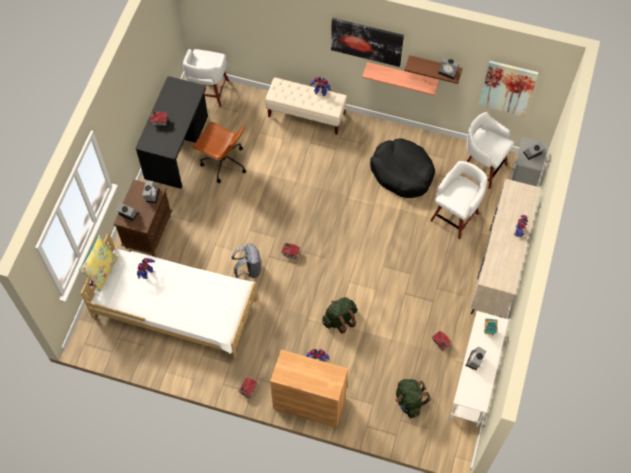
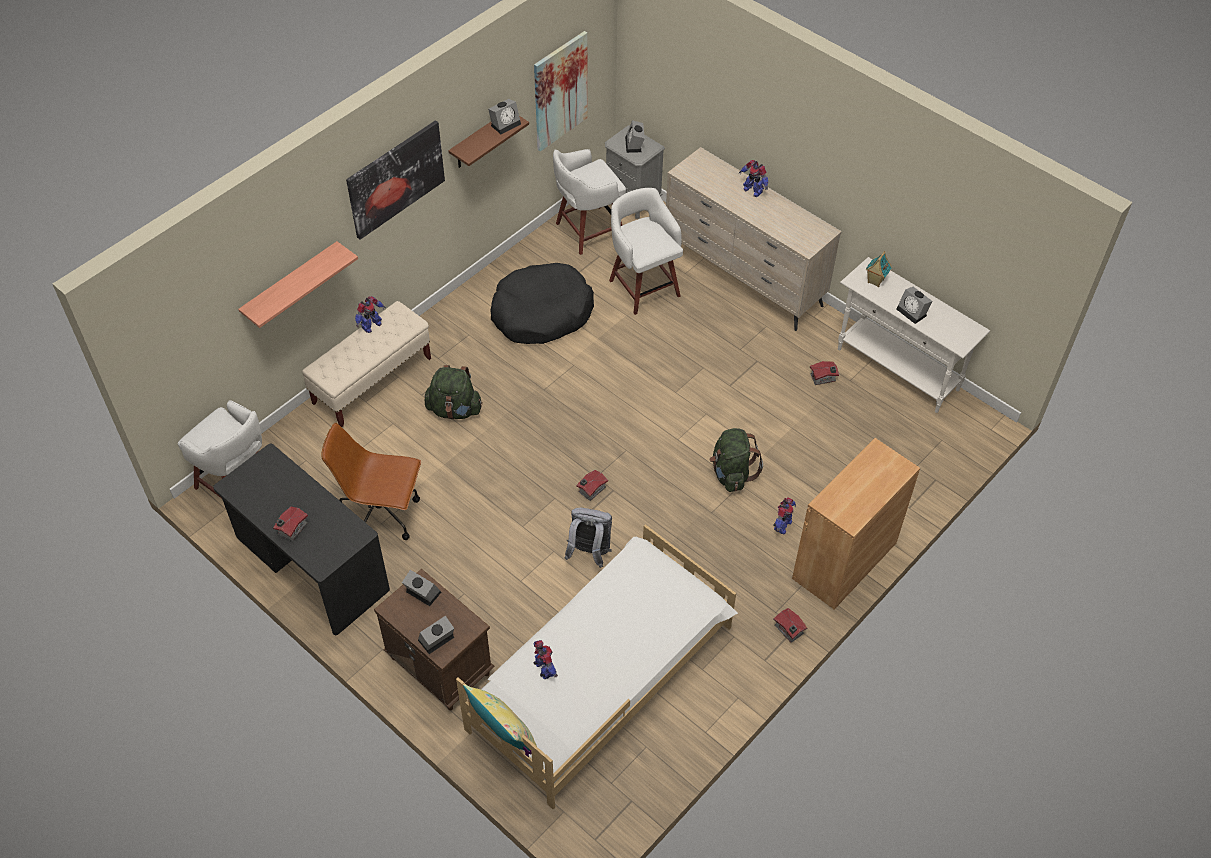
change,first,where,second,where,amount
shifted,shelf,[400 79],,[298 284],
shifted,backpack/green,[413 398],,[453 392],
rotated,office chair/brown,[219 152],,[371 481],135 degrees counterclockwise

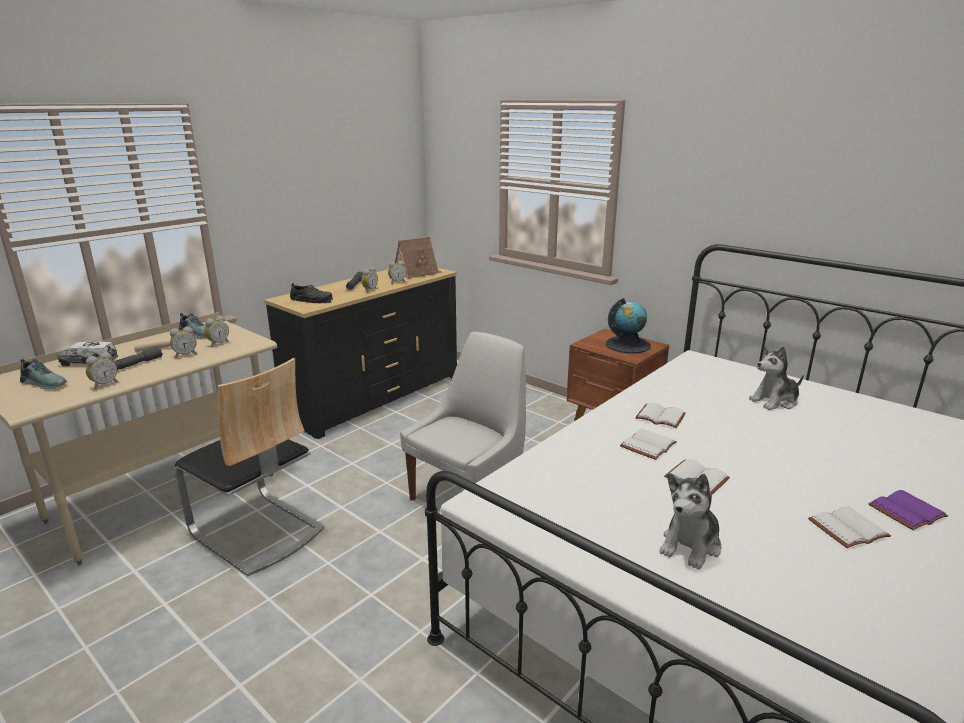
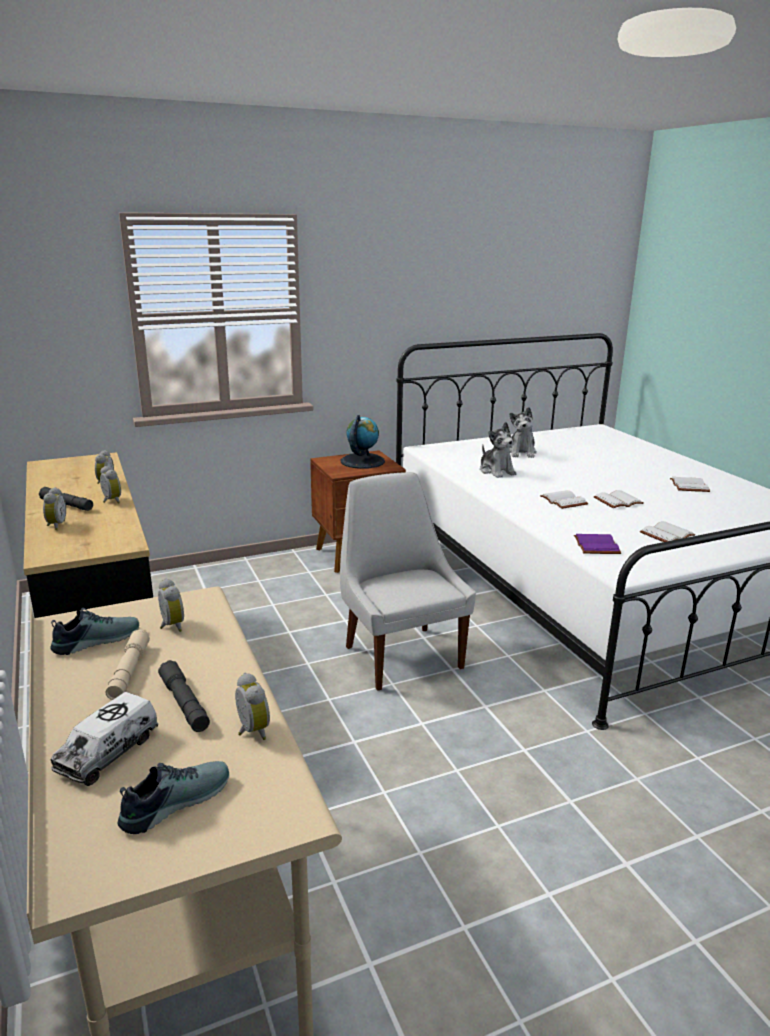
change,first,where,second,where,amount
gone,chair,[249 467],,,
gone,shoe/black,[311 293],,,
gone,toy house,[418 257],,,
shifted,alarm clock,[183 342],,[54 508],
shifted,book/white,[660 415],,[667 531],
shifted,plush toy,[690 521],,[498 450],
shifted,book/purple,[908 510],,[597 544],

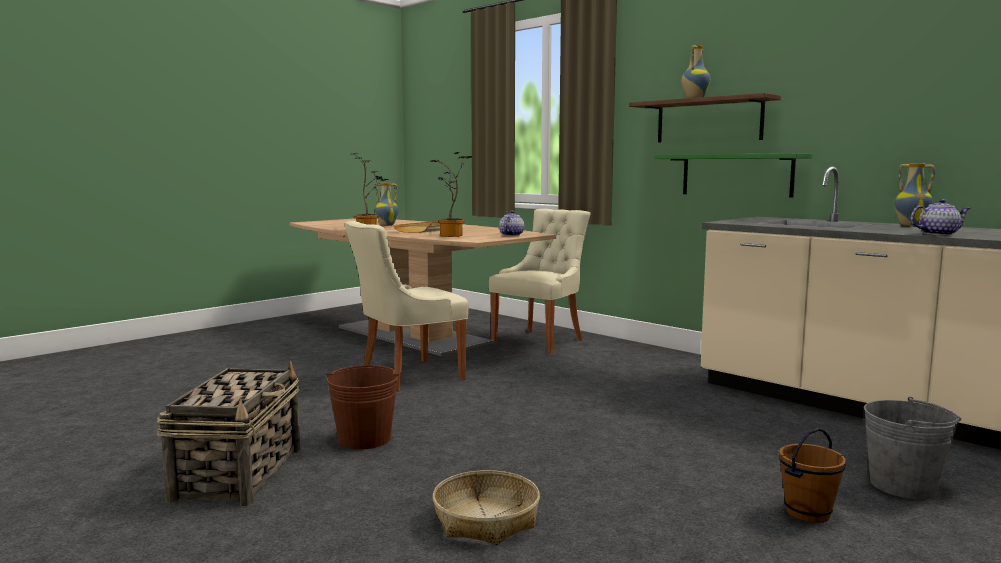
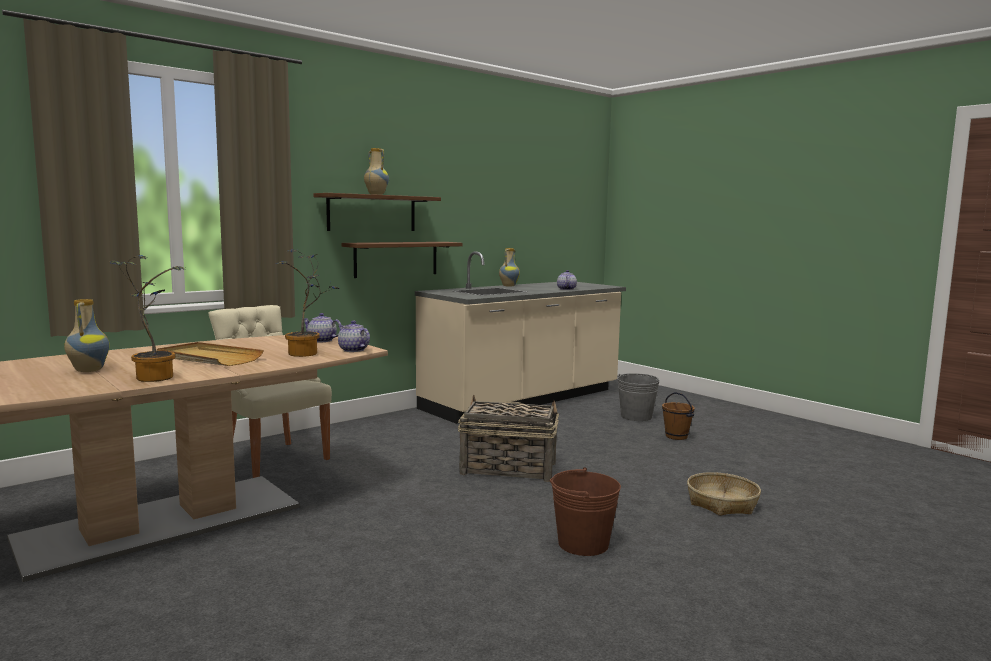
change,first,where,second,where,amount
gone,chair/beige,[407 306],,,
new,,,teapot,[354 336],
shifted,basket,[228 433],,[508 438],
repainted,shelf/green,[733 175],shelf/brown,[402 260],

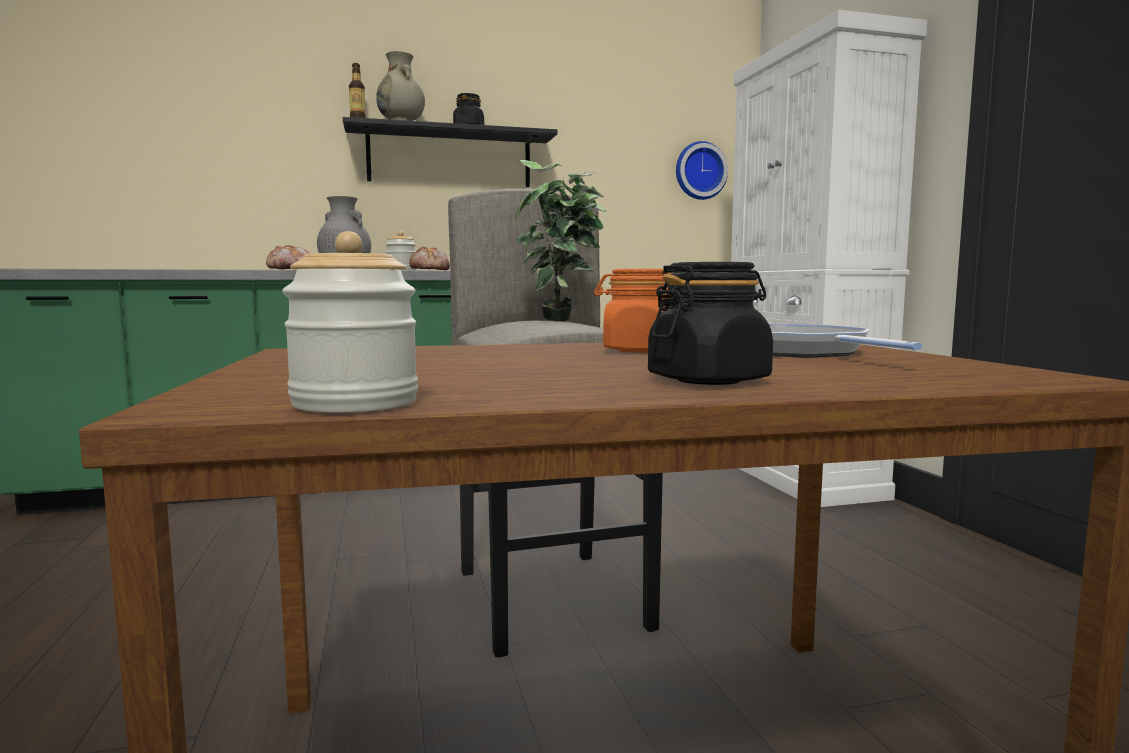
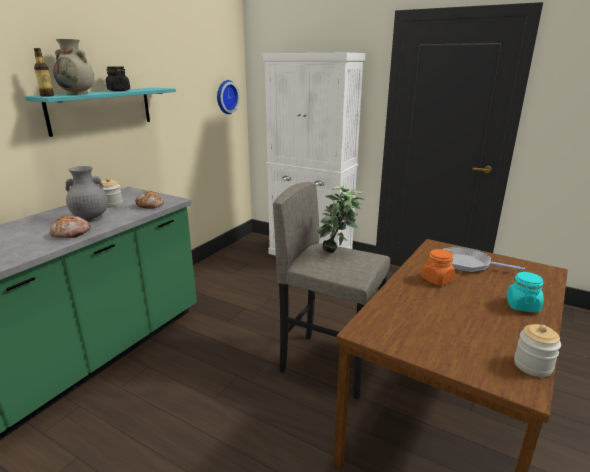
change,first,where,second,where,amount
repainted,shelf/black,[450 152],shelf/turquoise,[100 112],
repainted,jar/black,[710 323],jar/turquoise,[525 292],

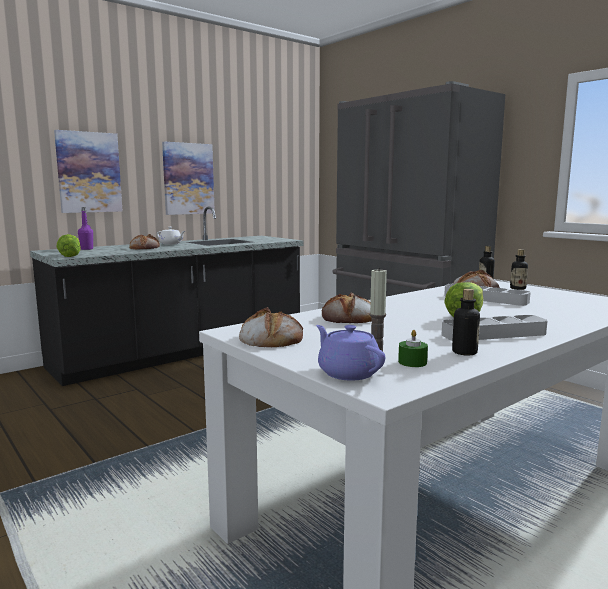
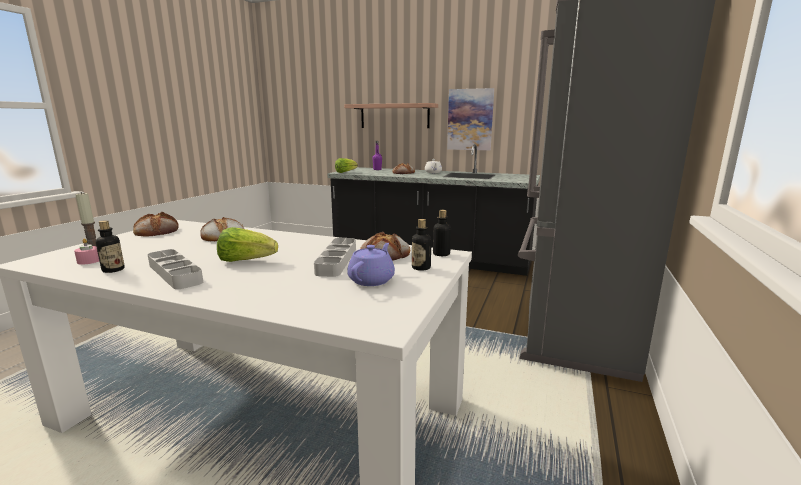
change,first,where,second,where,amount
shifted,teapot/purple,[350 353],,[371 264],
swapped,picture,[88 171],shelf,[391 115],
repainted,candle/green,[413 348],candle/pink,[86 252],

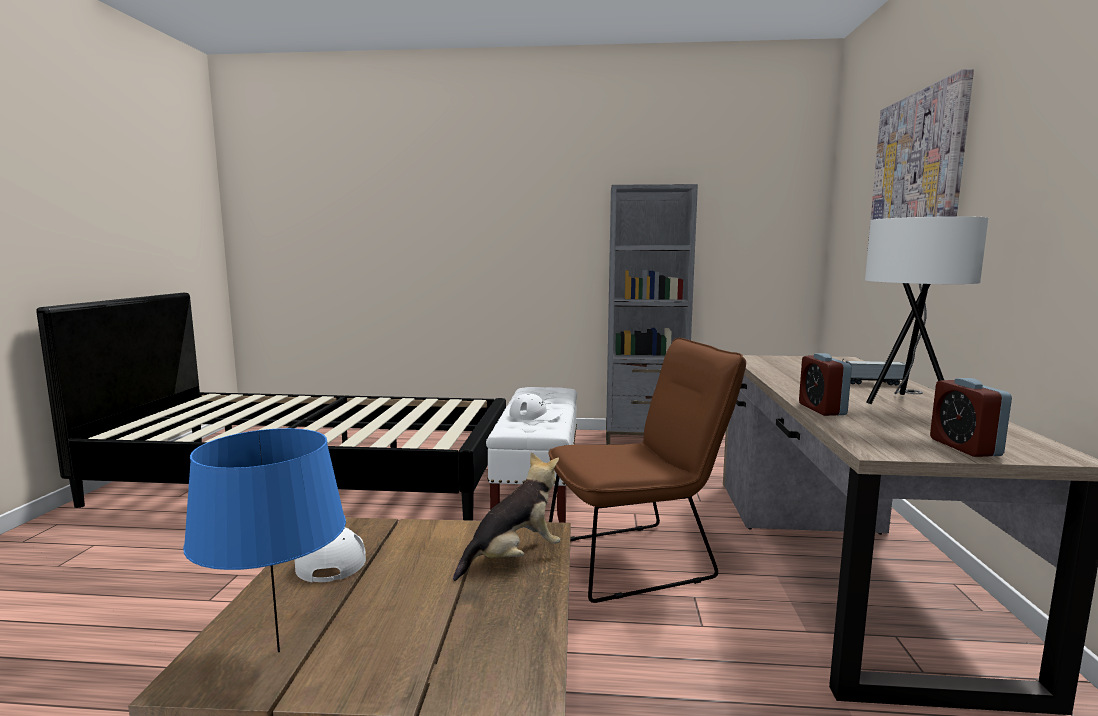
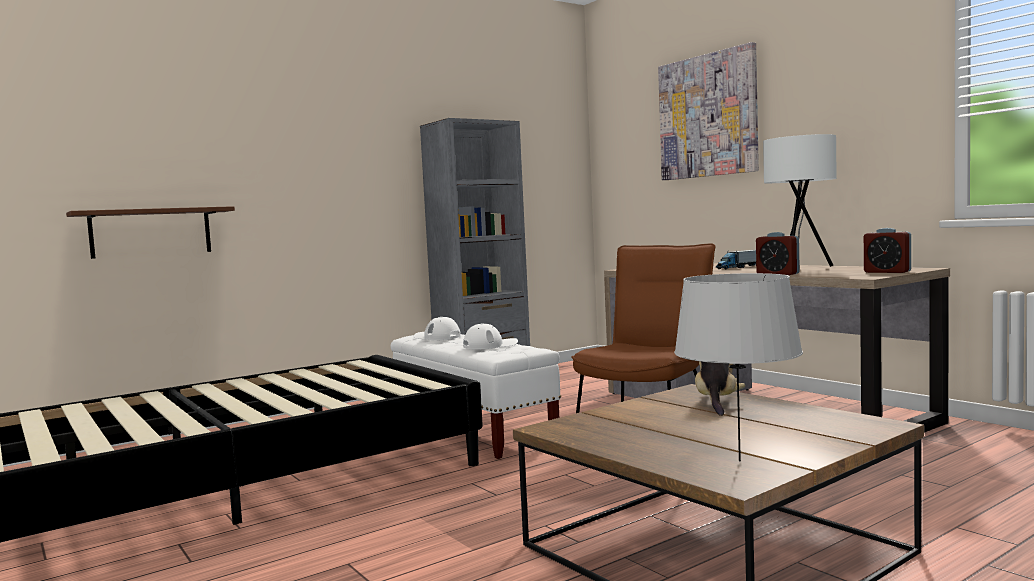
change,first,where,second,where,amount
new,,,shelf/brown,[150 232],
shifted,cap/white,[330 555],,[437 328],
repainted,table lamp/blue,[264 540],table lamp/grey,[738 367],

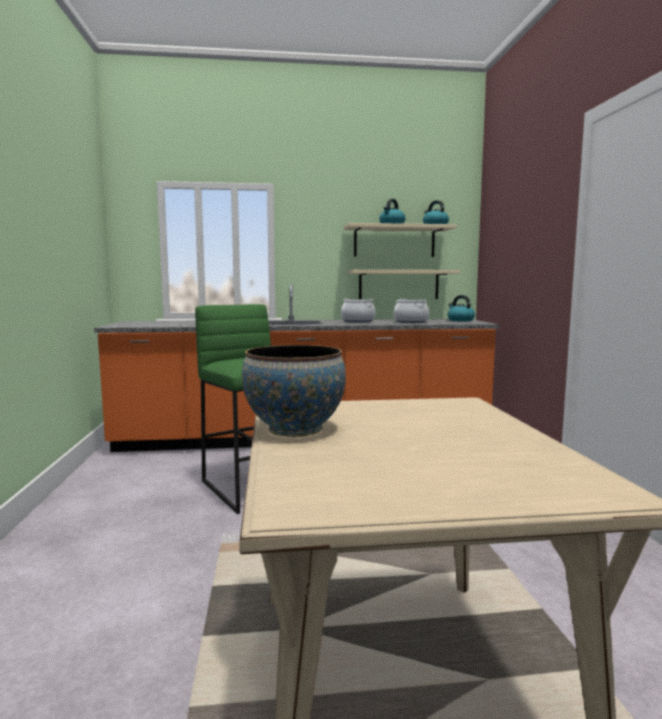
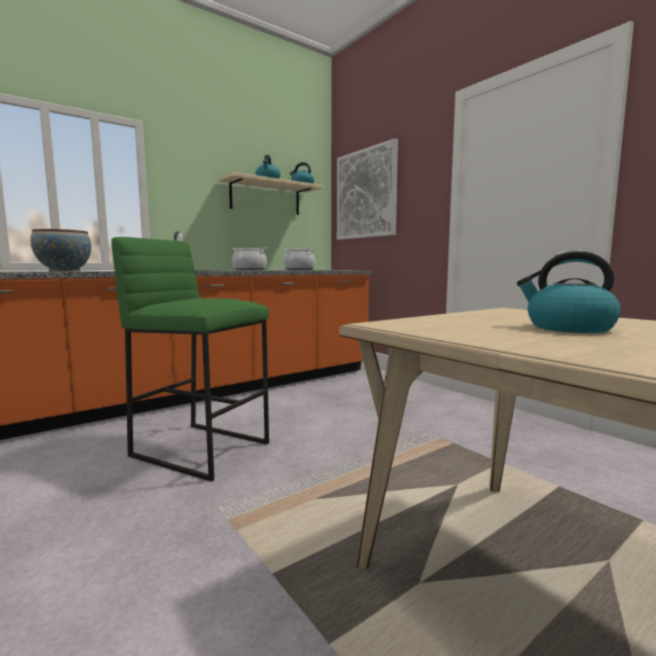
change,first,where,second,where,amount
gone,shelf/beige,[404 284],,,
new,,,picture,[367 189],
shifted,bowl,[294 391],,[61 250],
shifted,kettle,[461 308],,[569 292],

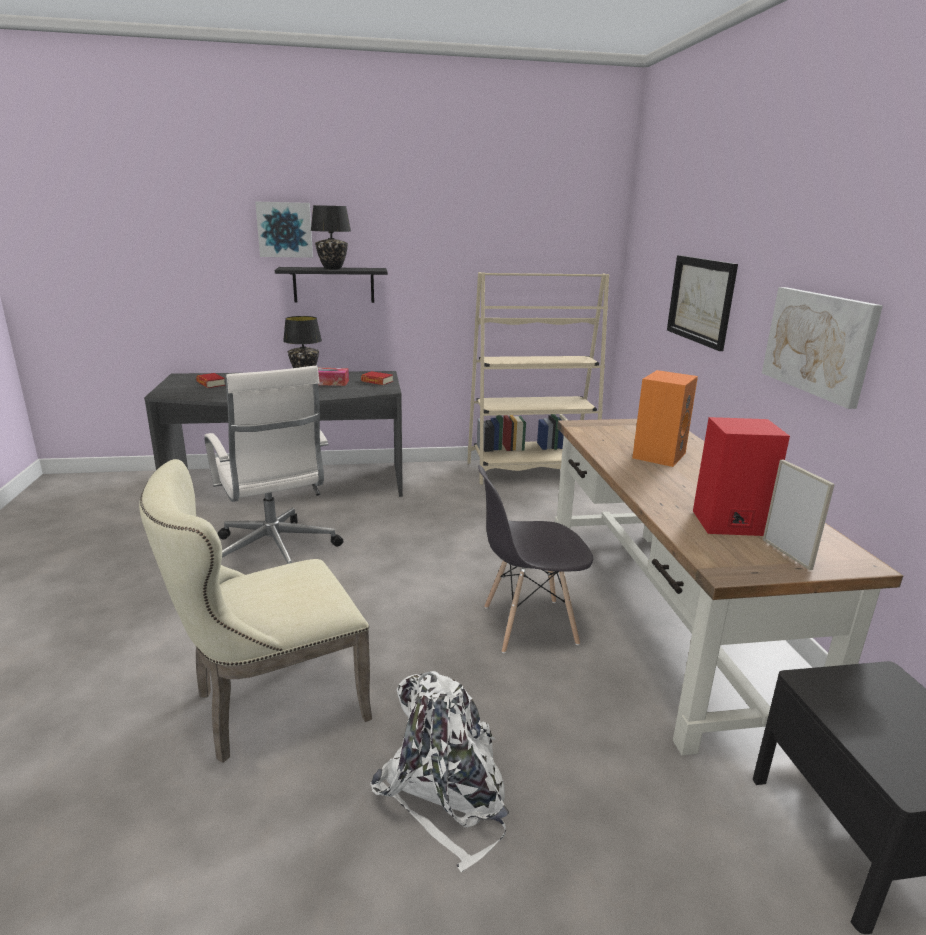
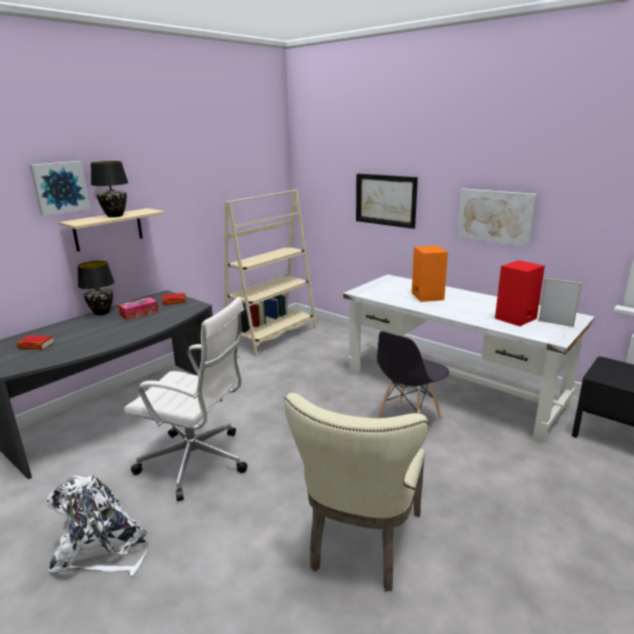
change,first,where,second,where,amount
shifted,backpack/white,[439 771],,[97 526],
repainted,shelf/black,[331 285],shelf/beige,[112 230],
repainted,desk/brown,[729 587],desk/white,[469 358],

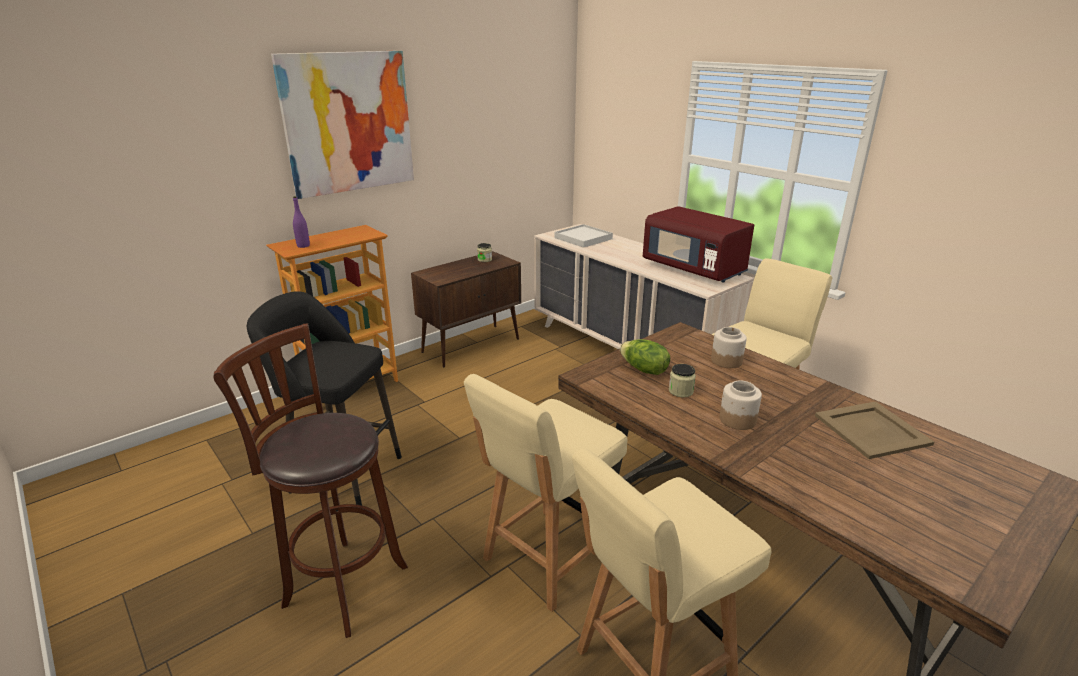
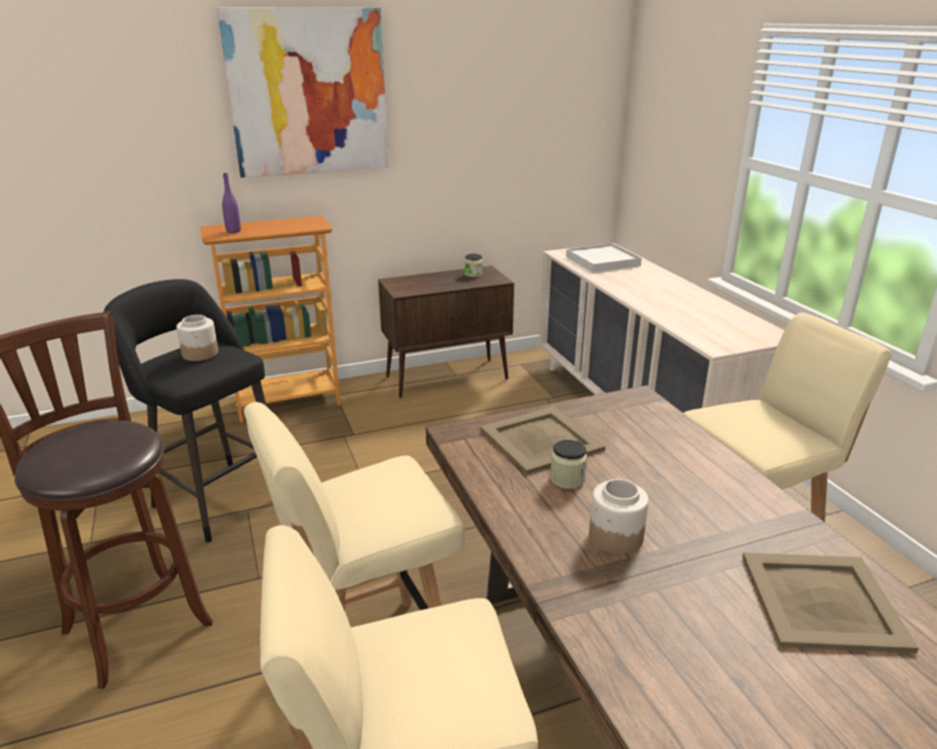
change,first,where,second,where,amount
gone,microwave/red,[698 244],,,
shifted,jar,[729 347],,[197 338],
swapped,lettuce,[645 357],tray/beige,[543 441],

